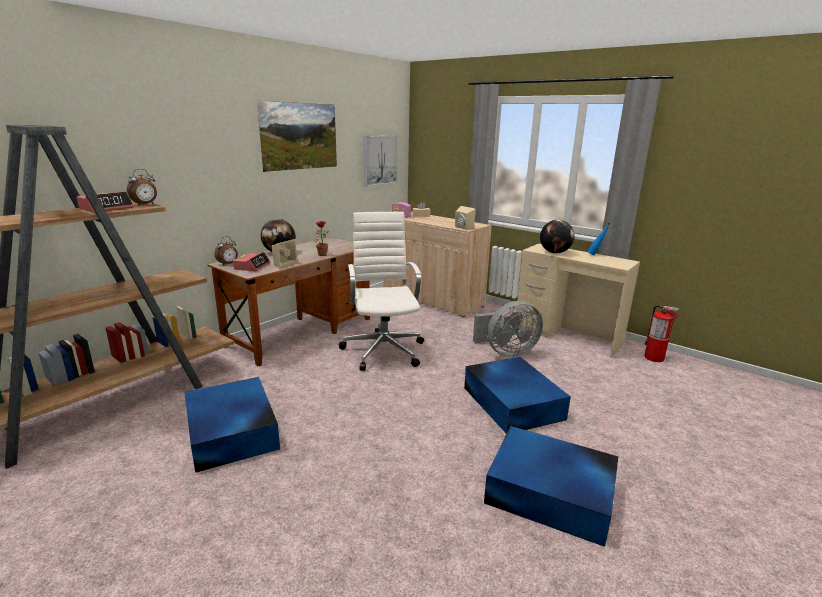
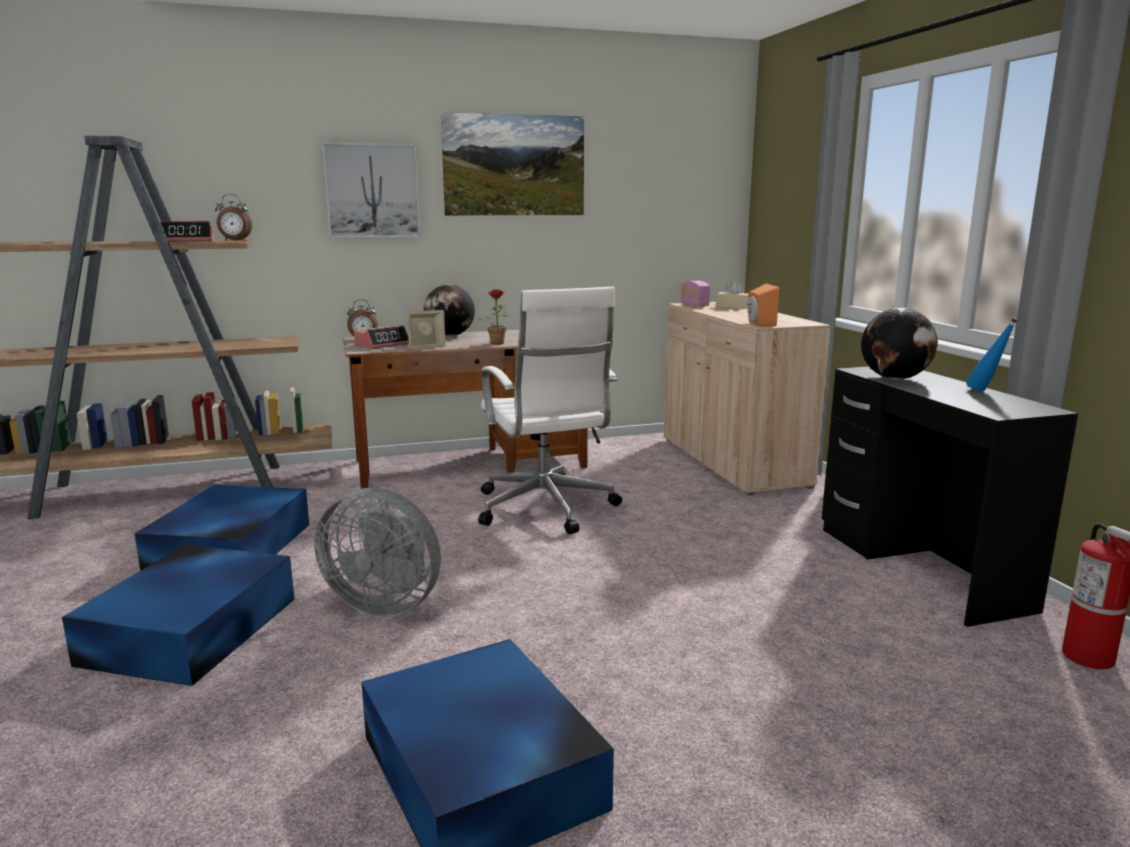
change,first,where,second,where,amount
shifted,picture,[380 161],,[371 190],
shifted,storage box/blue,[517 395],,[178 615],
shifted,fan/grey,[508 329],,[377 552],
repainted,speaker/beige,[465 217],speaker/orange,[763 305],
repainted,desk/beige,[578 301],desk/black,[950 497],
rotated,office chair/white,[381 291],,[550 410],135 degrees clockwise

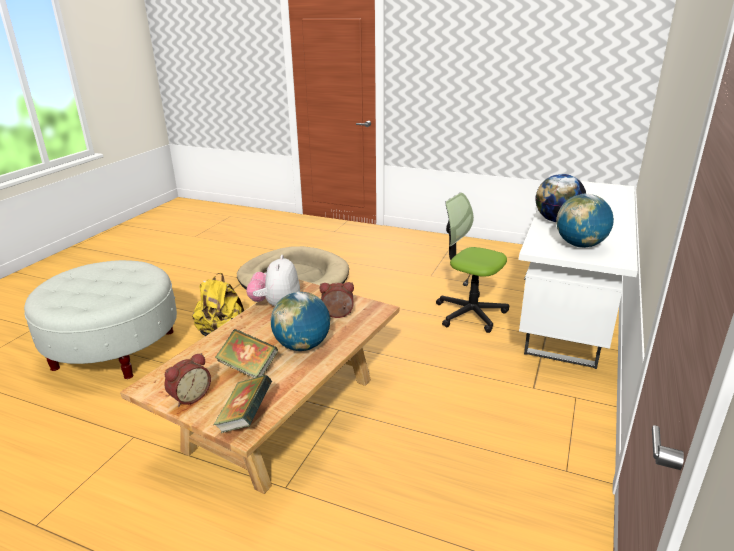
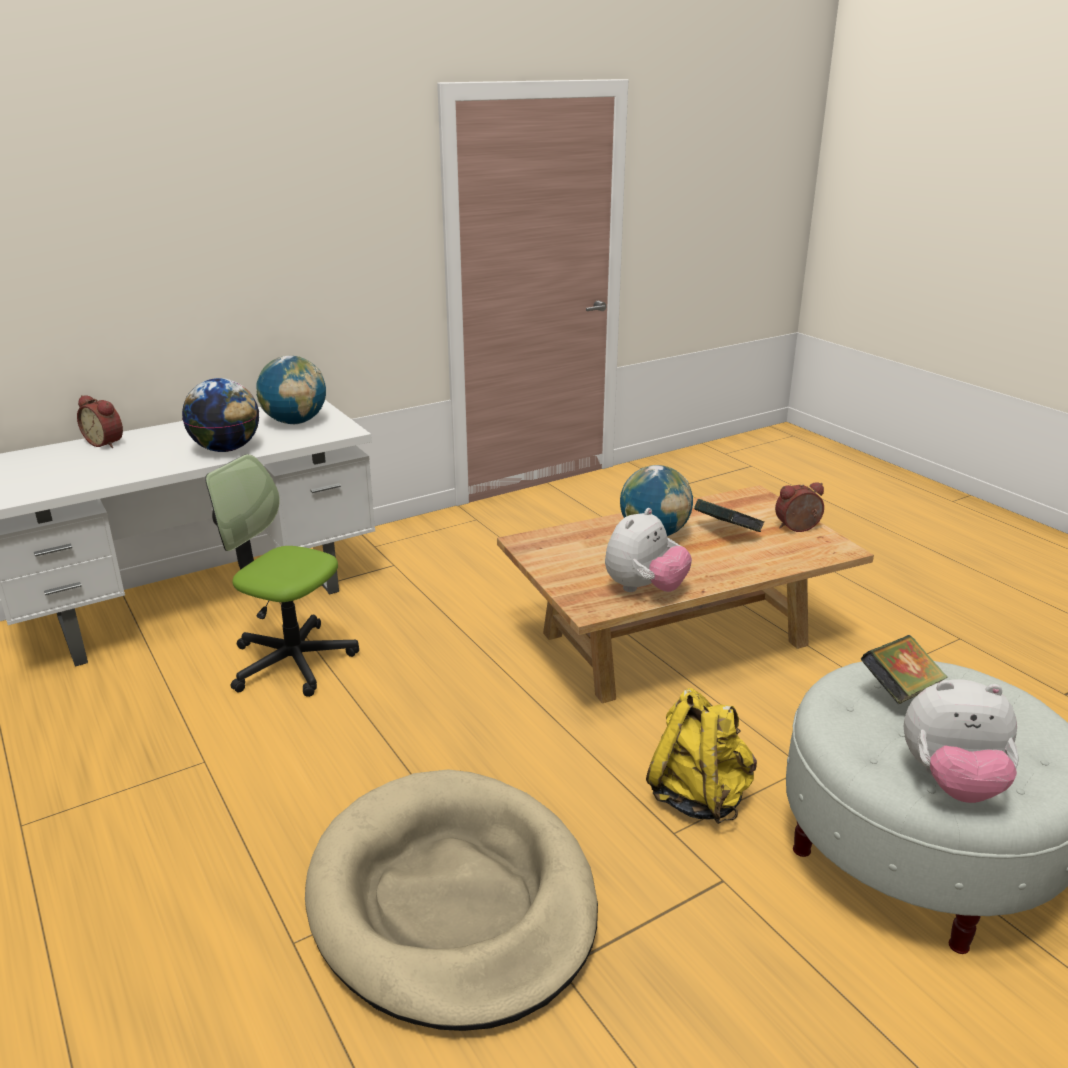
change,first,where,second,where,amount
new,,,plush toy,[961 741],
shifted,book,[243 404],,[904 669],
shifted,alarm clock,[337 300],,[100 421],
rotated,office chair,[472 262],,[282 575],135 degrees clockwise

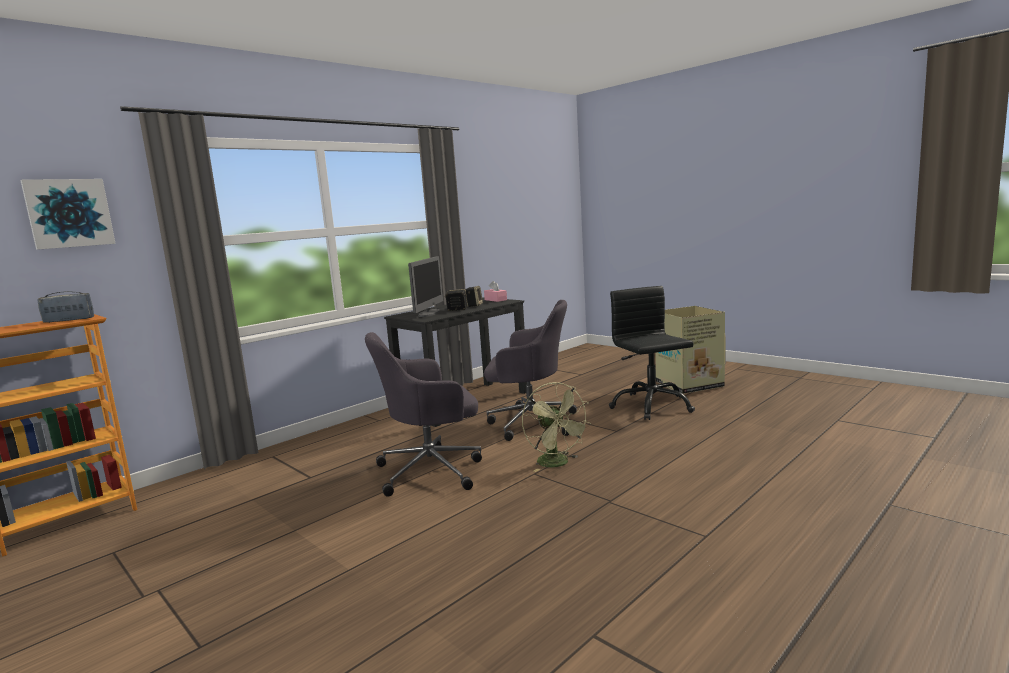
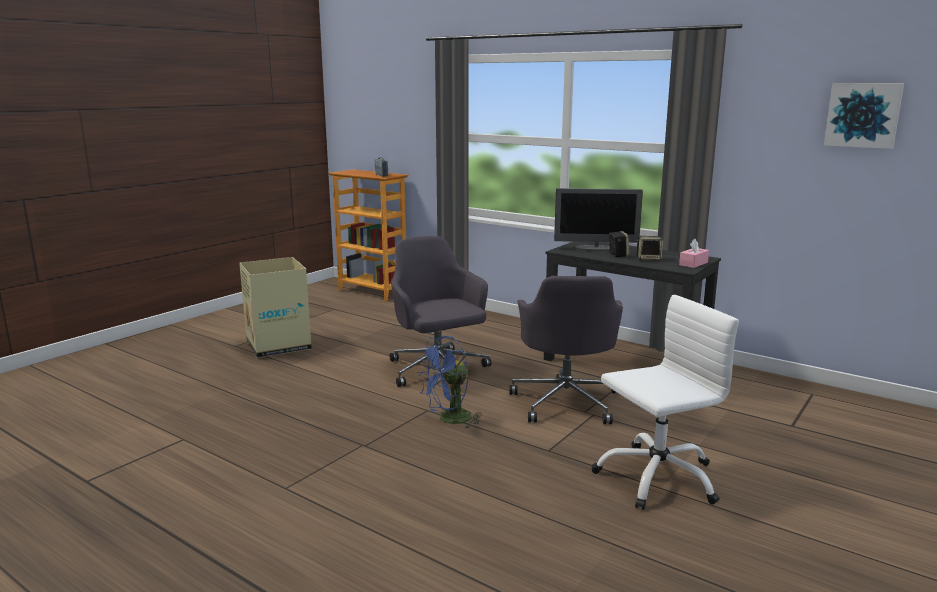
change,first,where,second,where,amount
shifted,picture,[68 214],,[864 116],
shifted,cardboard box,[690 350],,[275 307],
repainted,fan/green,[556 427],fan/blue,[449 382],
repainted,office chair/black,[652 353],office chair/white,[665 402],

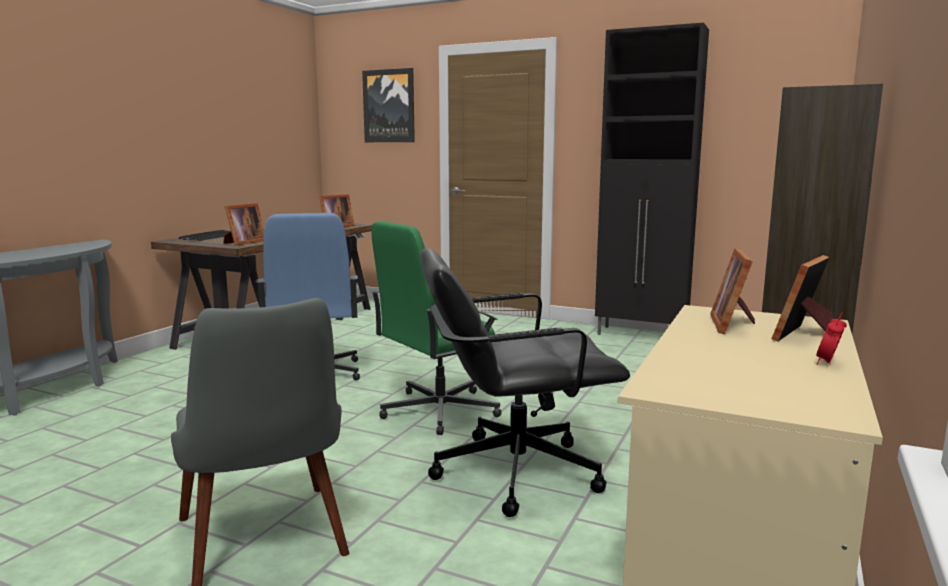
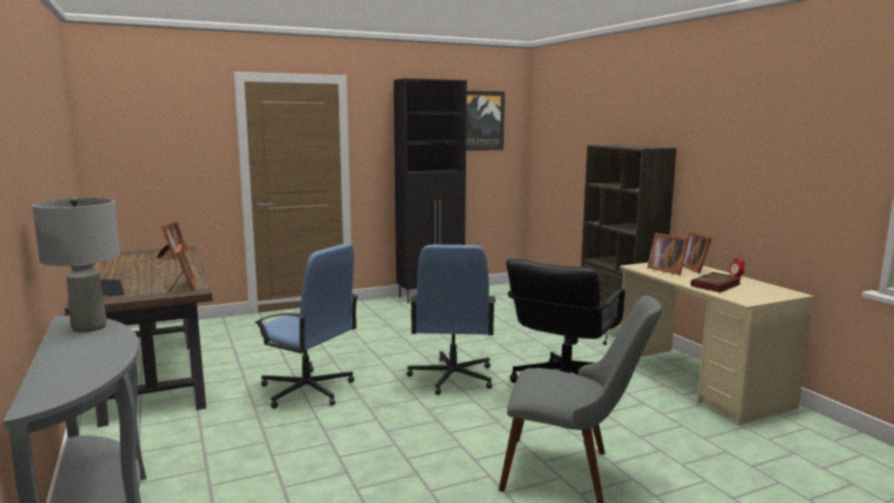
change,first,where,second,where,amount
new,,,table lamp/grey,[76 265],
new,,,book,[716 282],
shifted,picture,[388 105],,[485 121],
repainted,office chair/green,[436 328],office chair/blue,[451 320],

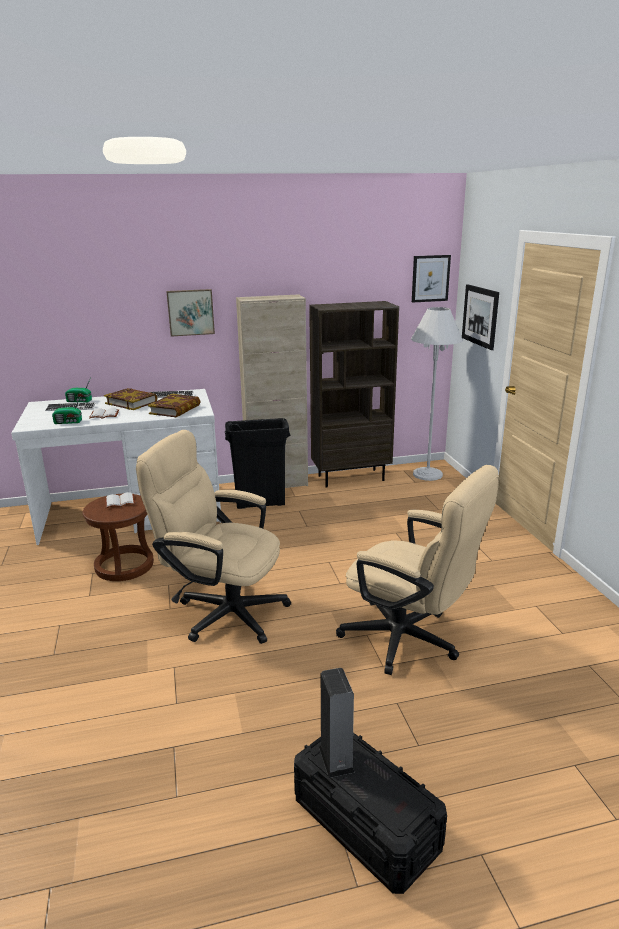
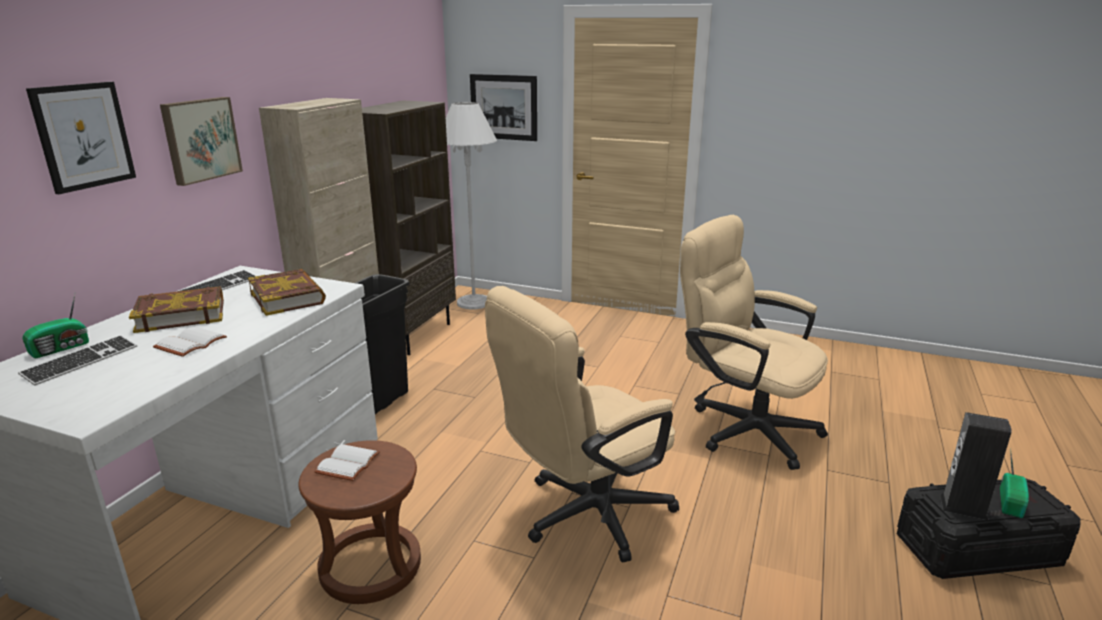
change,first,where,second,where,amount
shifted,radio,[67 409],,[1014 483],
shifted,picture,[431 279],,[81 138],
rotated,office chair/beige,[417 570],,[754 342],120 degrees counterclockwise

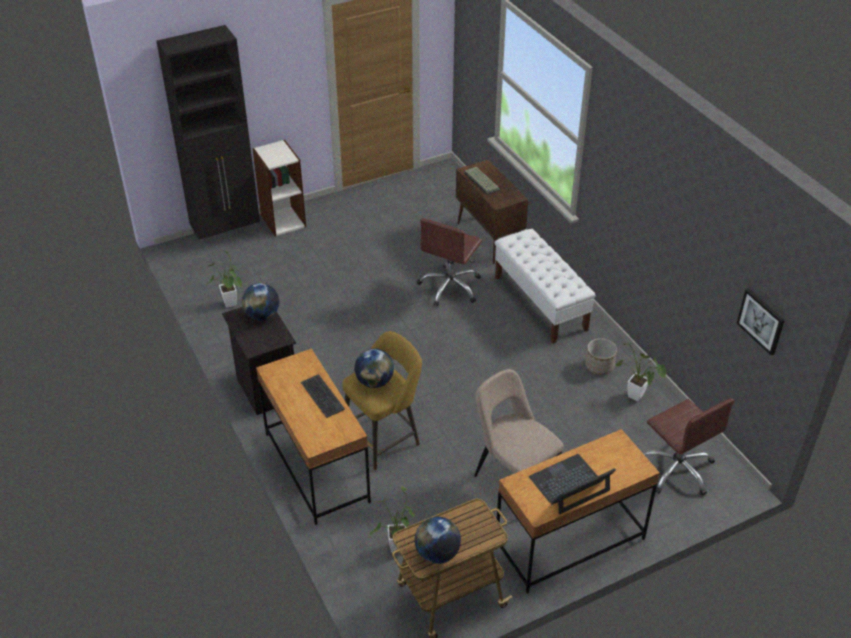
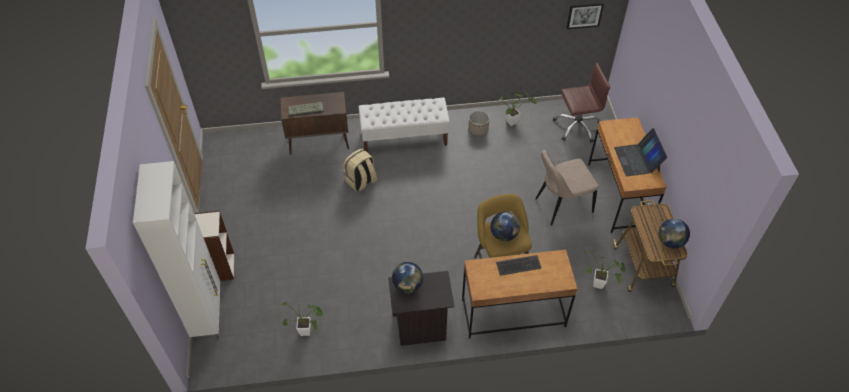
change,first,where,second,where,amount
swapped,office chair/brown,[449 262],backpack/beige,[360 170],
repainted,cabinet/black,[208 137],cabinet/white,[177 251],

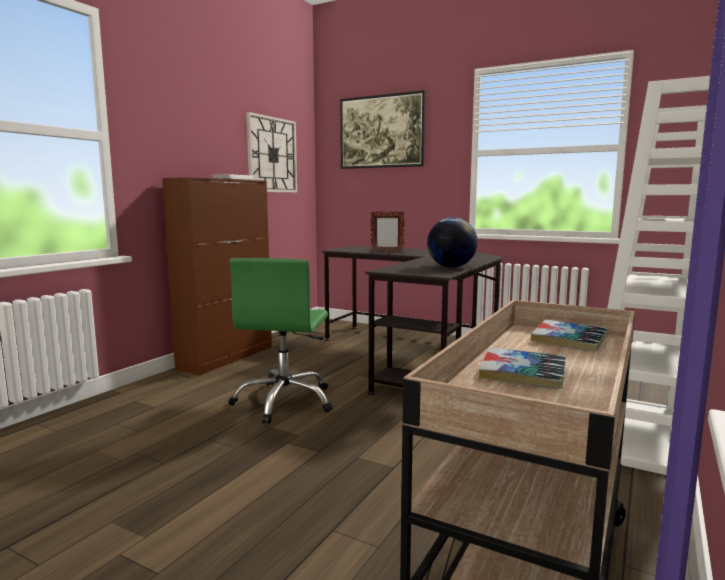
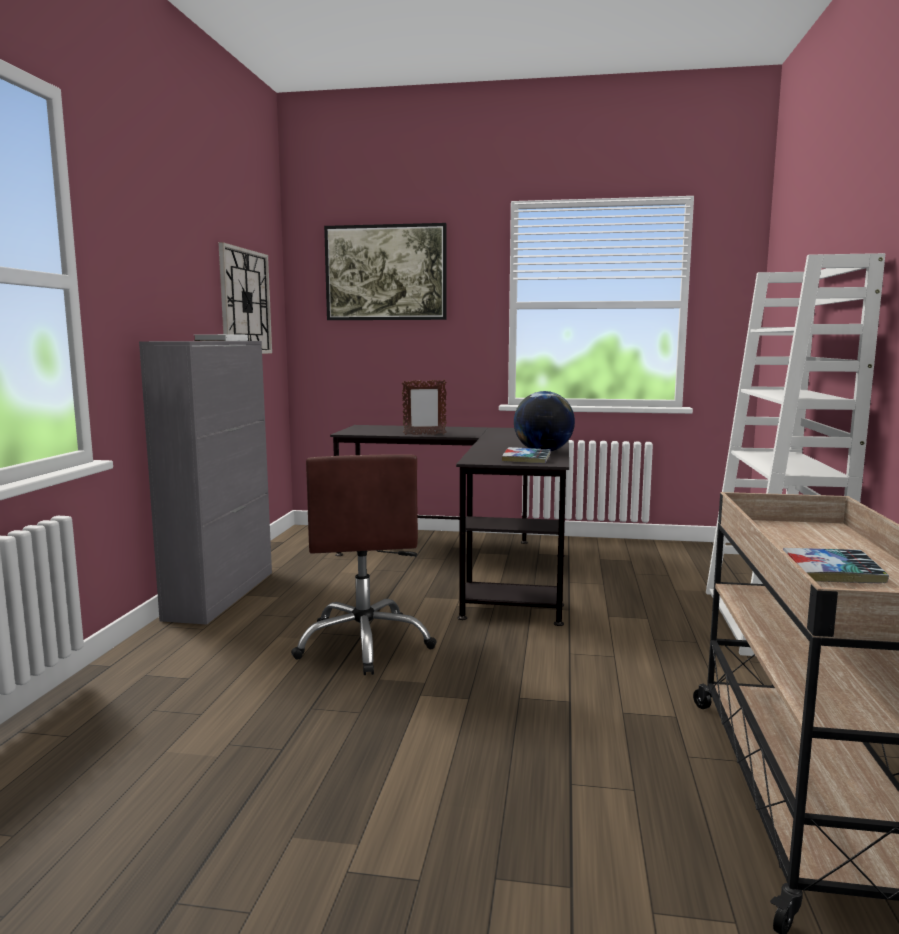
change,first,where,second,where,amount
shifted,book,[569 335],,[526 455],
repainted,cabinet/brown,[217 276],cabinet/grey,[205 483],
repainted,office chair/green,[280 341],office chair/brown,[364 564],

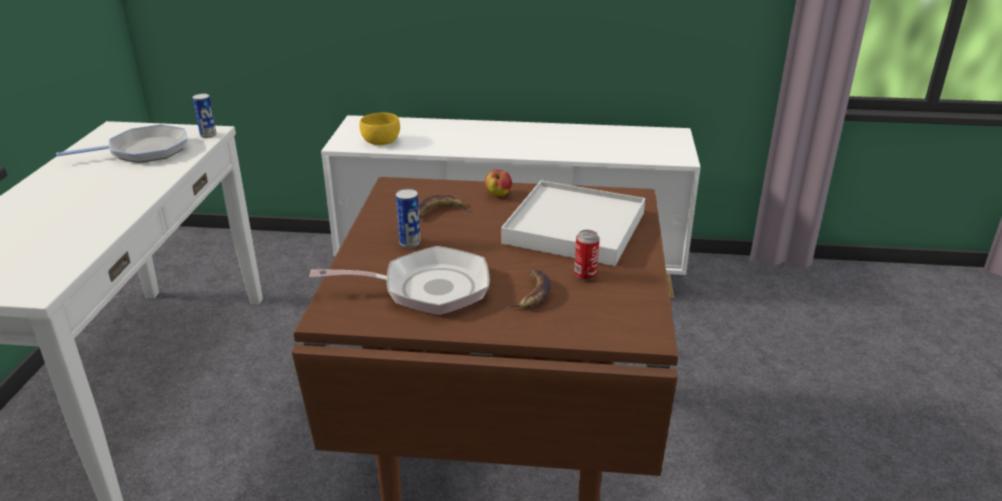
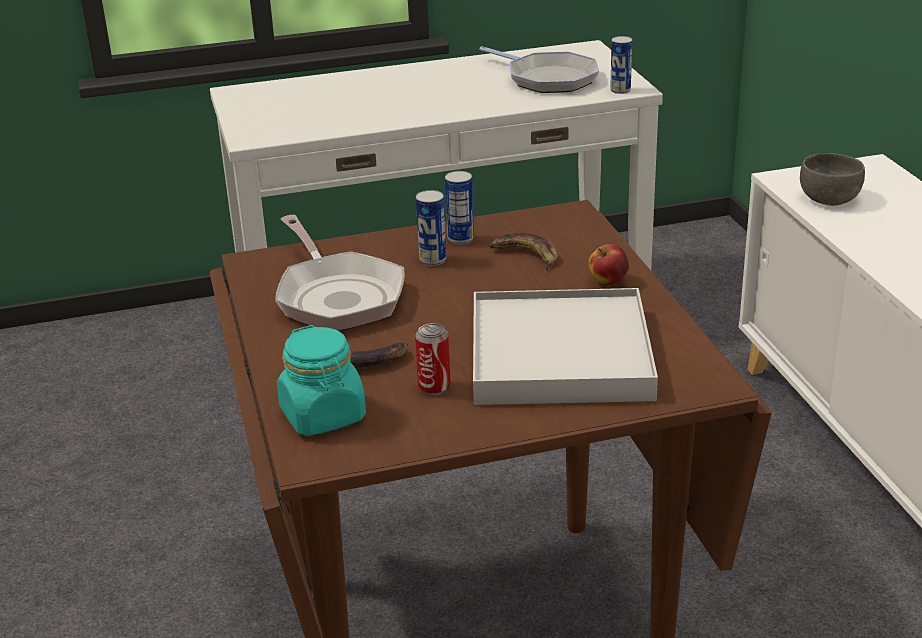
change,first,where,second,where,amount
new,,,jar/turquoise,[321 380],
new,,,can,[459 208],
repainted,bowl/yellow,[379 128],bowl/grey,[832 179],

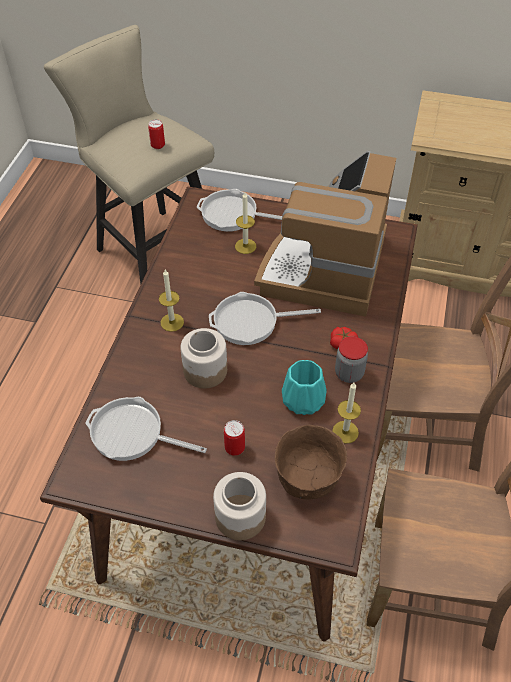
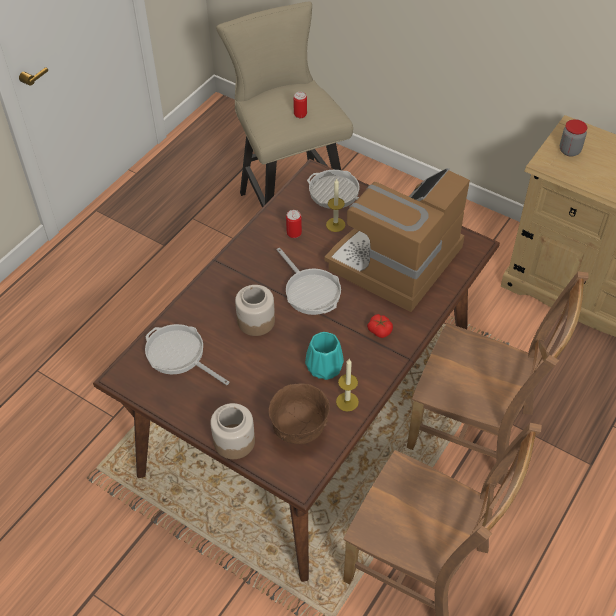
change,first,where,second,where,amount
gone,candle,[171 301],,,
shifted,can,[234 438],,[294 224],
shifted,jar,[351 359],,[573 137],
rotated,frying pan,[265 318],,[309 281],135 degrees counterclockwise

